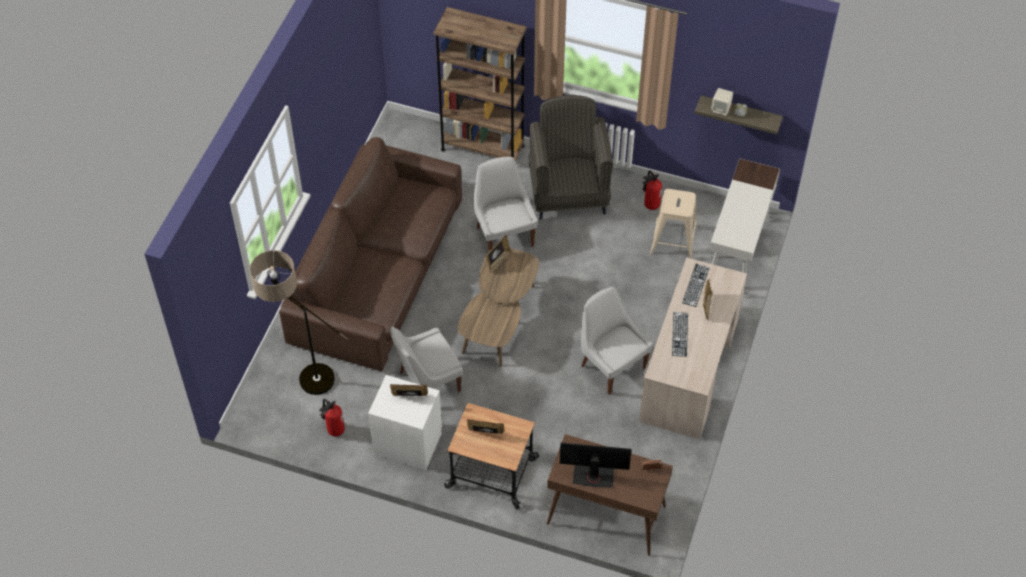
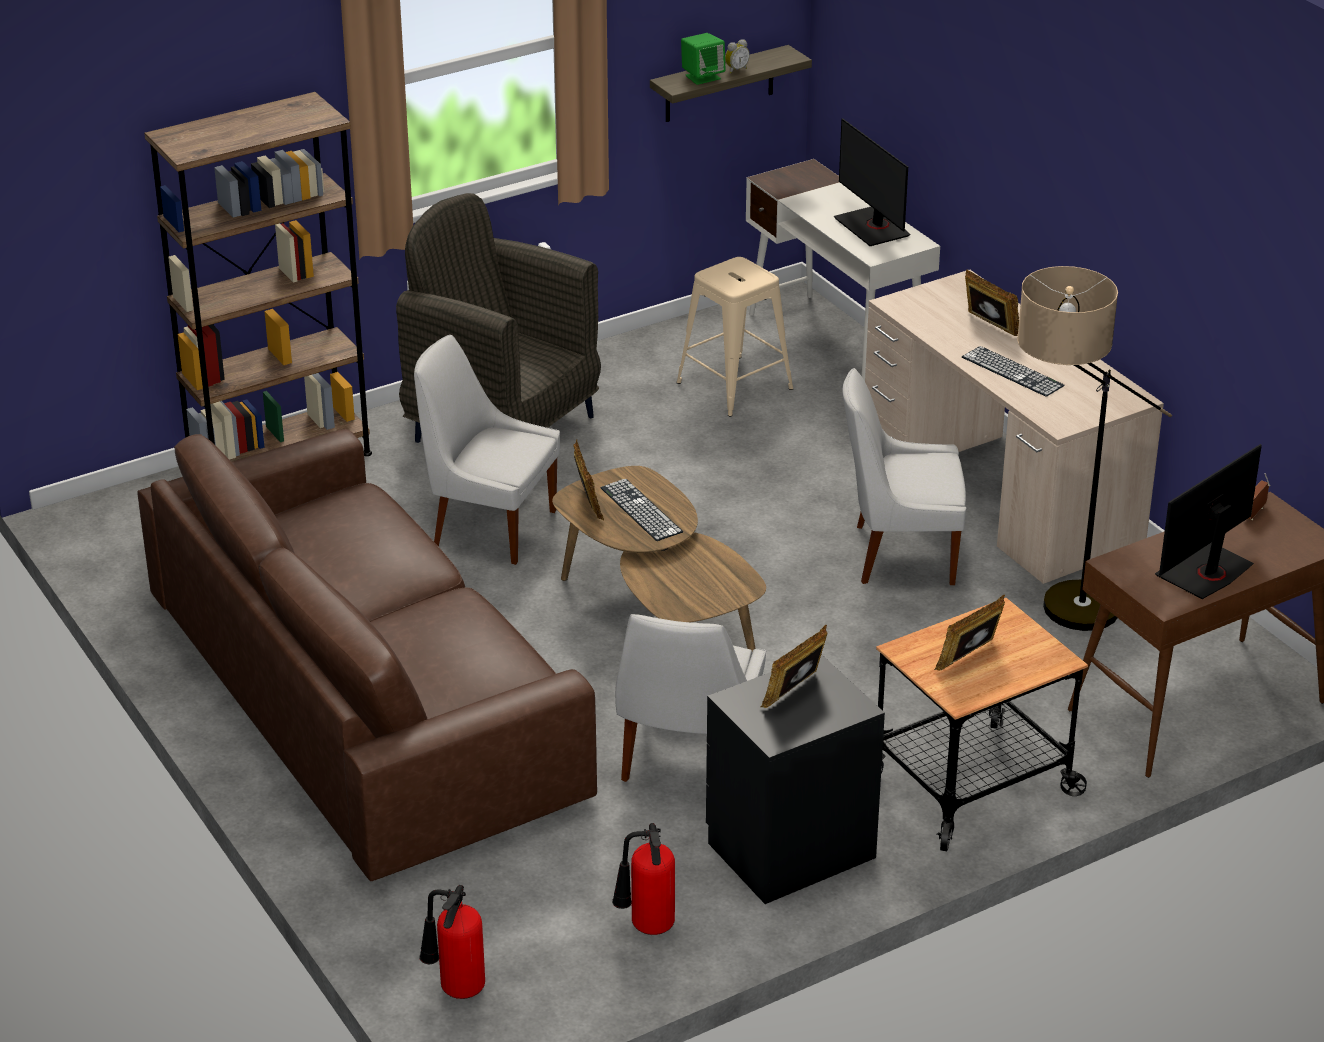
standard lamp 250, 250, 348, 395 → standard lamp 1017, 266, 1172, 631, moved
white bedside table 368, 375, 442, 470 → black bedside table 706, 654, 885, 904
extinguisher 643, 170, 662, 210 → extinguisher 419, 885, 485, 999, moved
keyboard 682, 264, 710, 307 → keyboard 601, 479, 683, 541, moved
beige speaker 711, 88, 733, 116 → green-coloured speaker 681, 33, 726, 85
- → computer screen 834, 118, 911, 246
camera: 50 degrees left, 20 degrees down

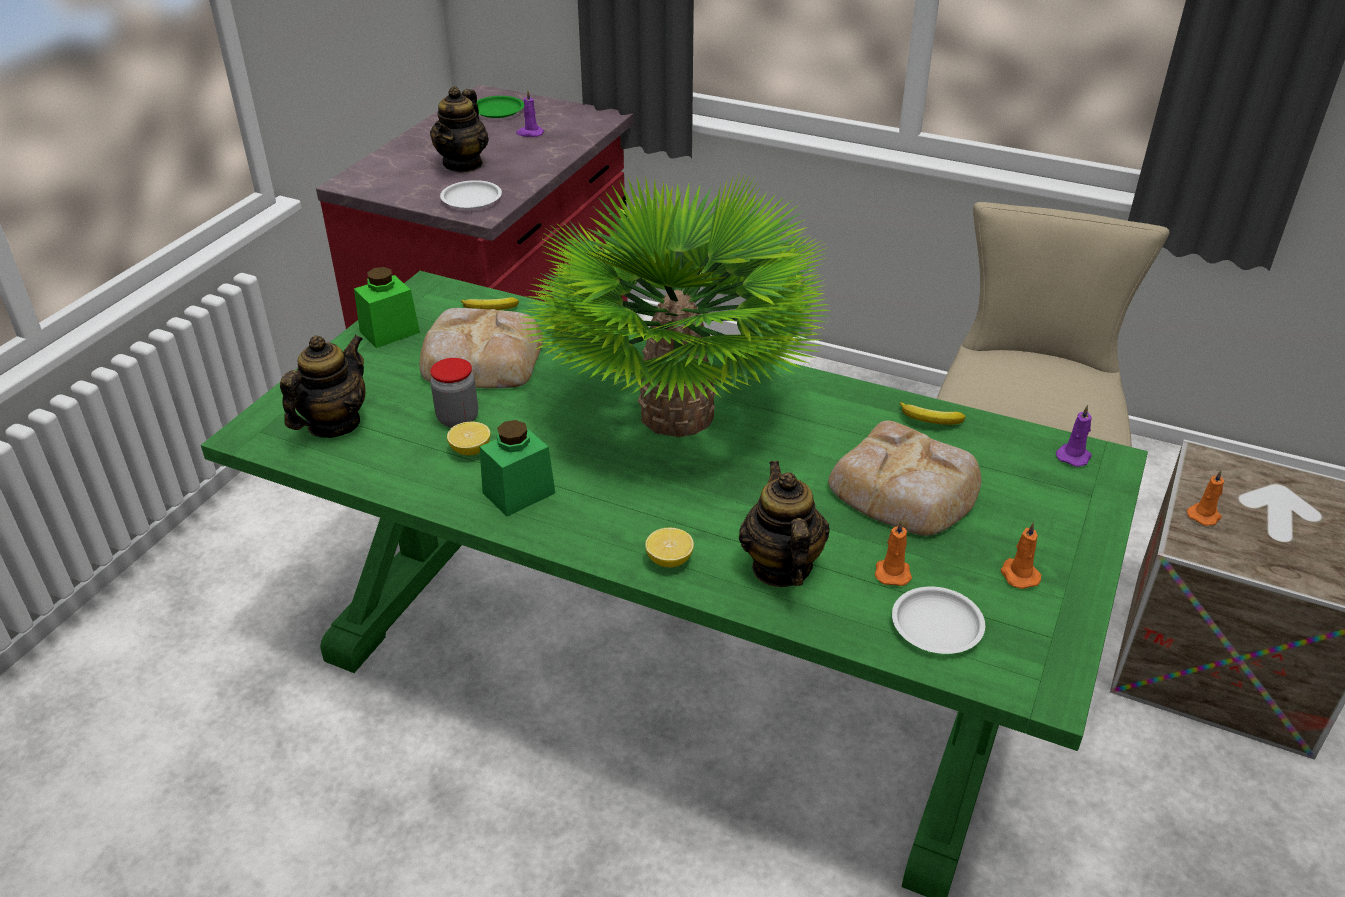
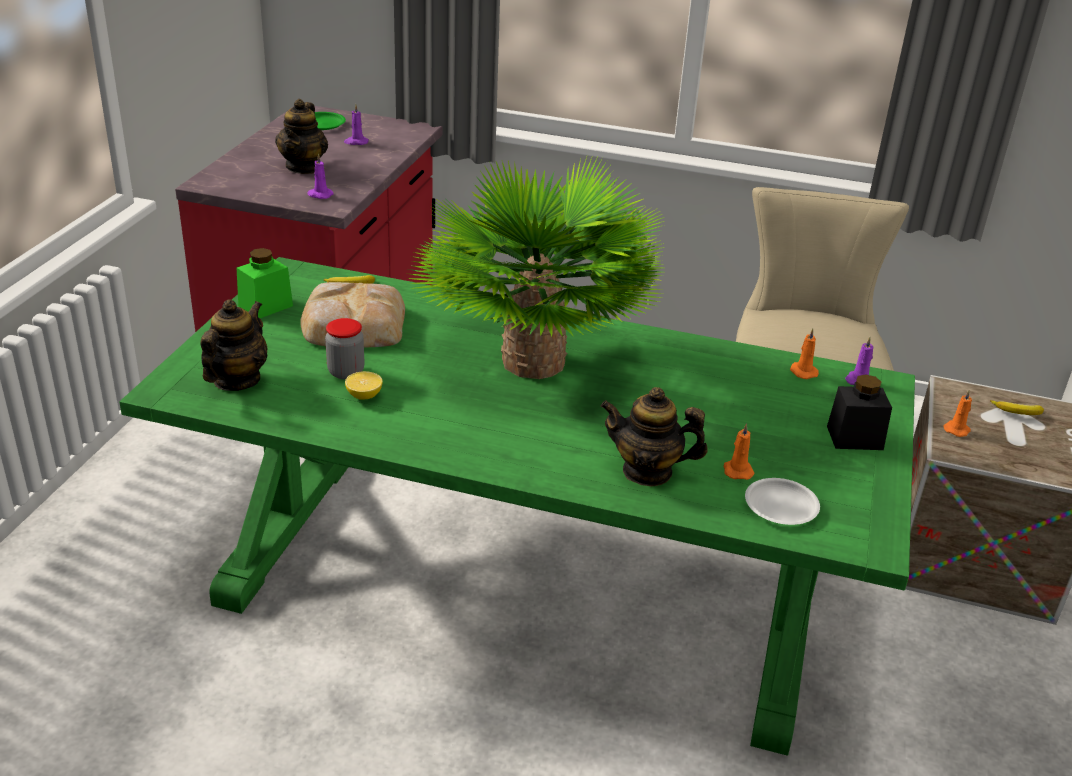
white dinner plate 440, 180, 502, 209 → purple wax candle 307, 153, 334, 199
green-coloured storage jar 480, 420, 555, 517 → -
lemon 645, 528, 694, 568 → -
teapot 739, 461, 830, 587 → teapot 600, 387, 708, 486, 60 degrees counterclockwise
bakery bread 828, 420, 982, 536 → -
banana 900, 402, 965, 425 → banana 990, 400, 1044, 415, moved
orange wax candle 1001, 522, 1041, 589 → orange wax candle 790, 328, 819, 379, moved
- → black storage jar 827, 374, 892, 450
camera: 10 degrees left, 5 degrees down

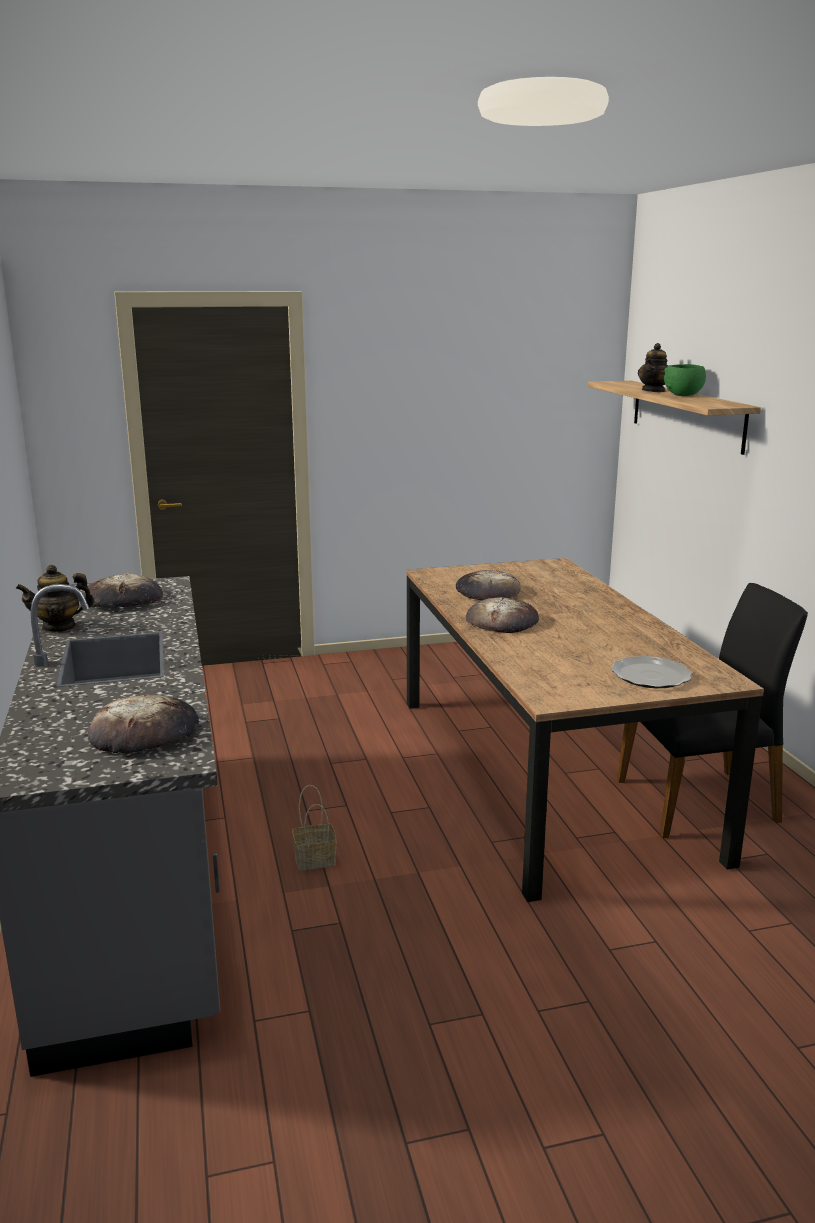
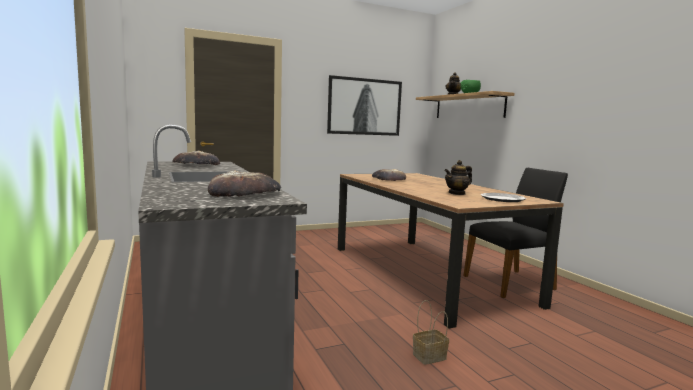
teapot 16, 565, 94, 633 → teapot 444, 160, 472, 195, moved
household basket 292, 785, 337, 871 → household basket 413, 300, 449, 365, moved
bakery bread 466, 597, 539, 633 → -
- → wall art 327, 75, 402, 136
camera: 10 degrees left, 10 degrees down

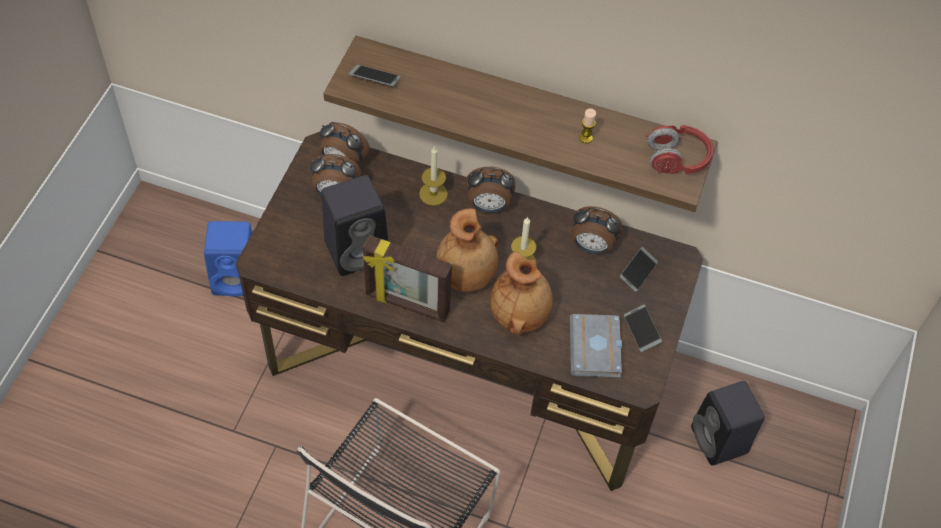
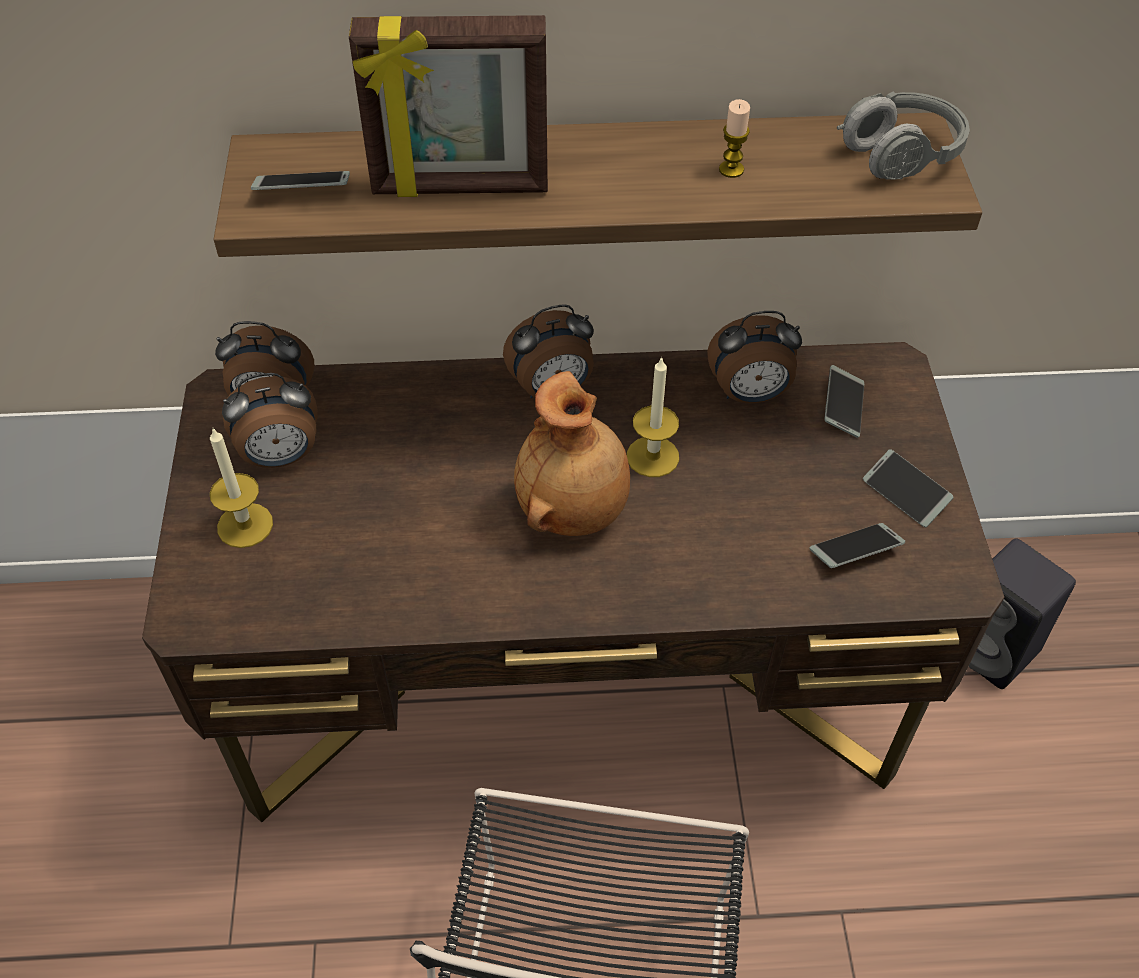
blue speaker 204, 221, 252, 296 → -
black speaker 321, 175, 388, 276 → -
standing frame 363, 235, 452, 323 → standing frame 349, 15, 548, 197, moved
wax candle 419, 146, 448, 206 → wax candle 210, 428, 273, 548, moved
brownish vase 490, 251, 553, 335 → -
greyish bound book 570, 314, 622, 378 → phone 810, 523, 905, 568
reddish headphones 645, 125, 713, 174 → greyish headphones 837, 92, 970, 180
camera: 20 degrees left, 5 degrees down

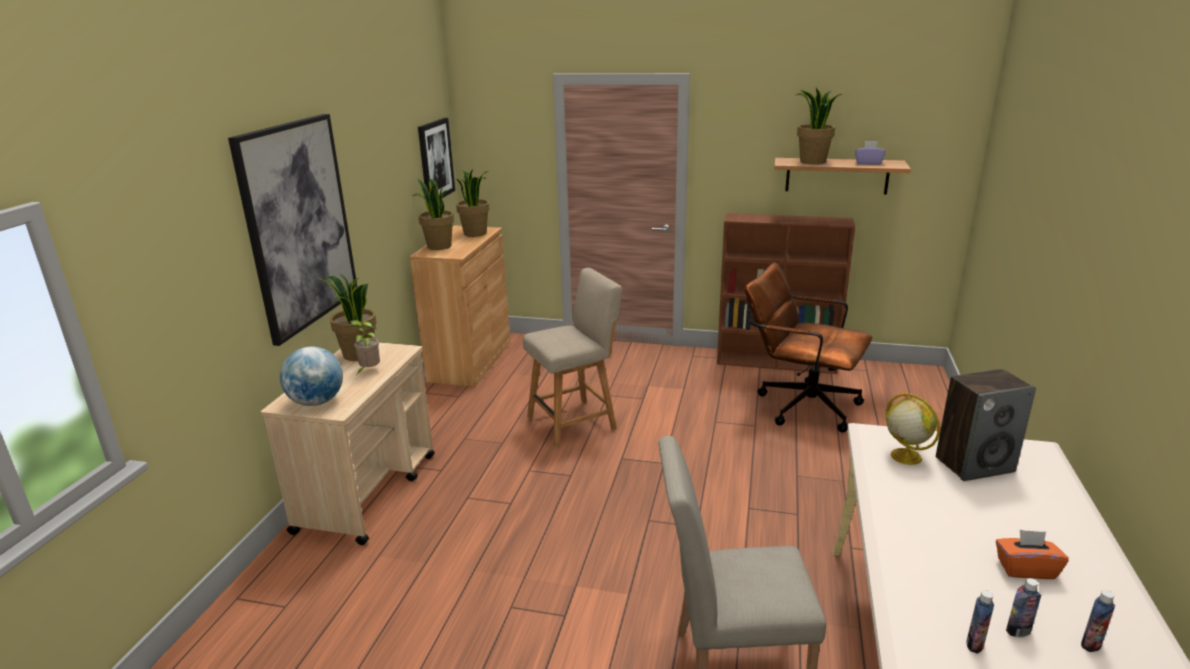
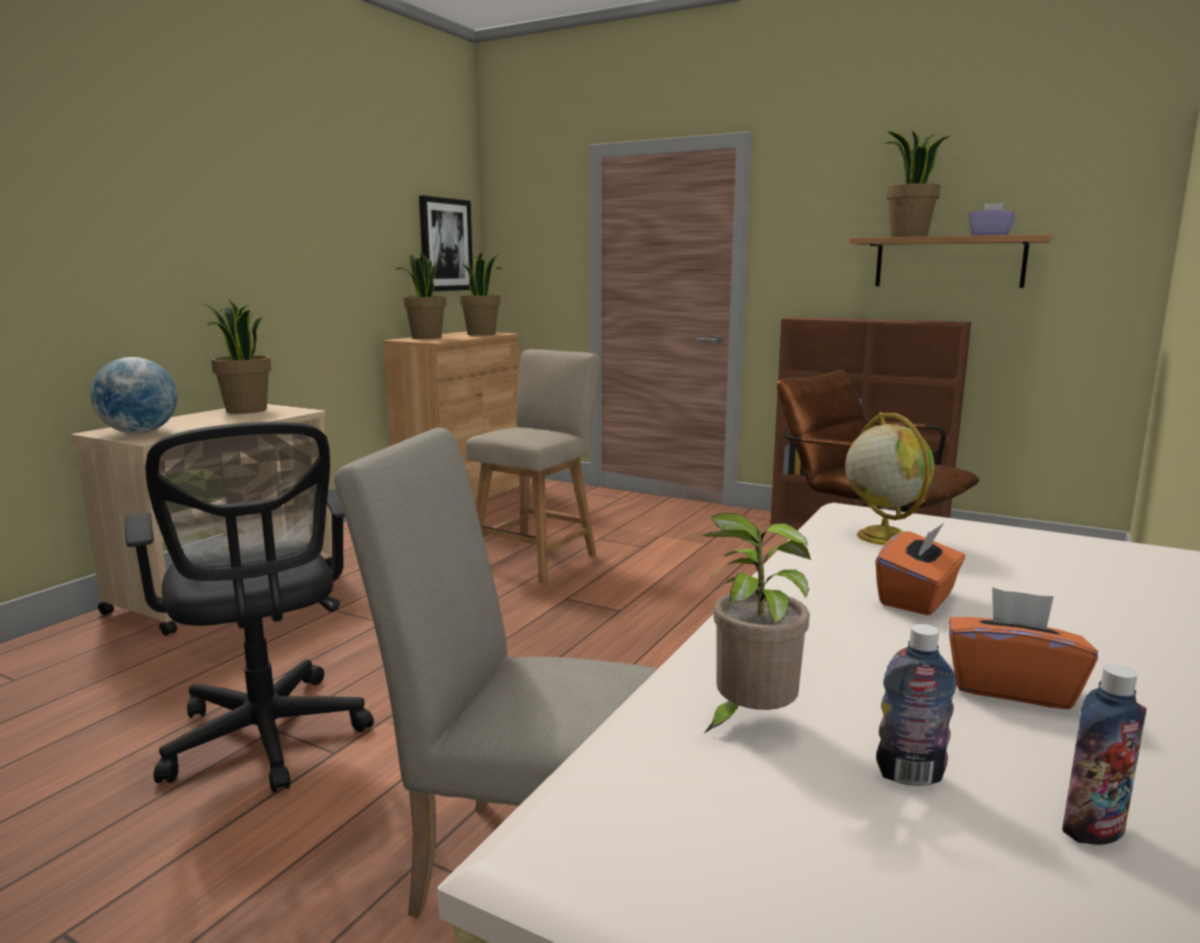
wall art 228, 114, 357, 346 → -
houseplant 348, 320, 380, 374 → houseplant 701, 513, 811, 733, moved
beige plain chair 523, 268, 622, 448 → beige plain chair 466, 349, 600, 583, 45 degrees counterclockwise
speaker 936, 369, 1036, 481 → -
beverage bottle 966, 590, 994, 654 → -
- → black office chair 125, 422, 374, 793
- → orange tissue box 876, 523, 965, 615
camera: 15 degrees right, 10 degrees down

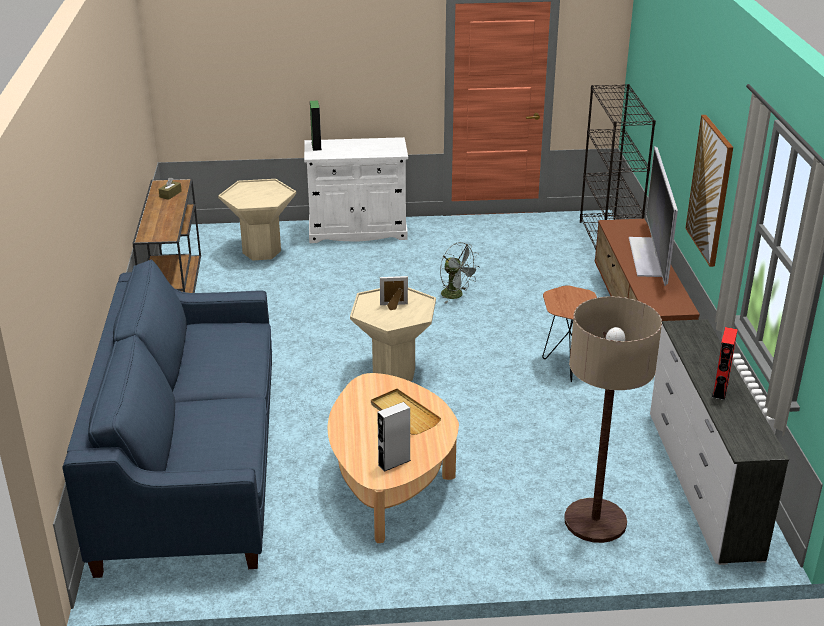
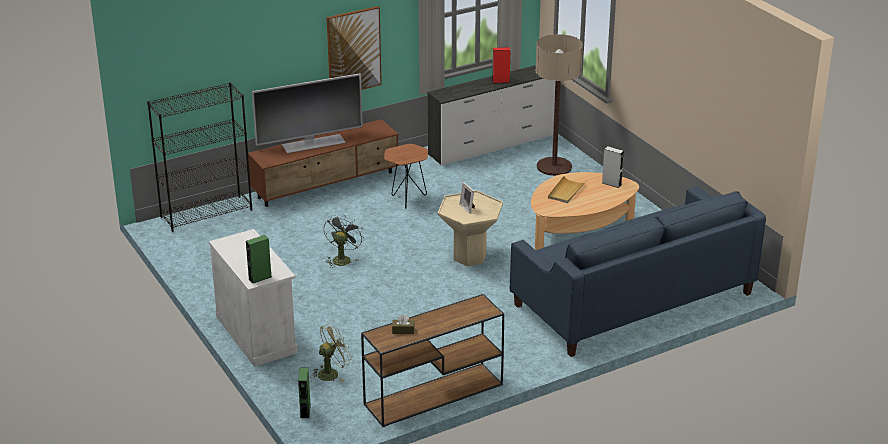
beige accent table 218, 179, 296, 261 → green-coloured electric fan 311, 323, 352, 382
- → green-coloured speaker 298, 368, 311, 418
camera: 115 degrees left, 0 degrees up

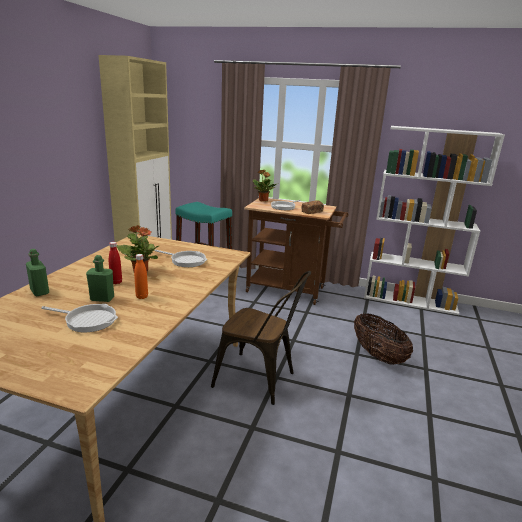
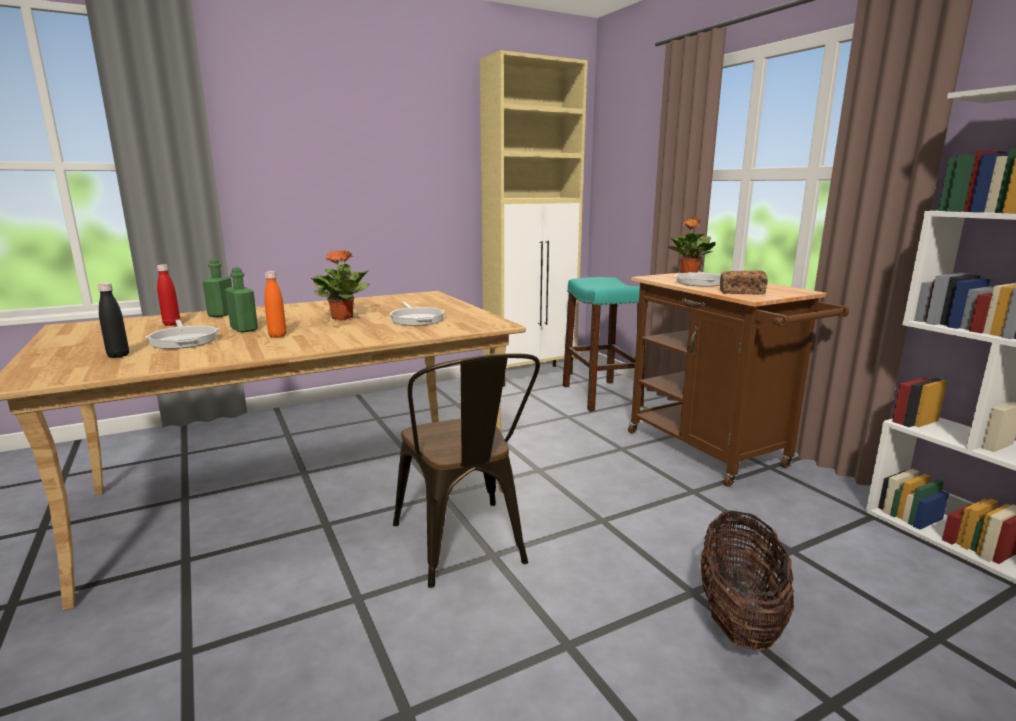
reddish beverage bottle 109, 242, 122, 284 → reddish beverage bottle 157, 264, 180, 326, moved
- → black beverage bottle 98, 283, 129, 358
camera: 45 degrees right, 5 degrees down

